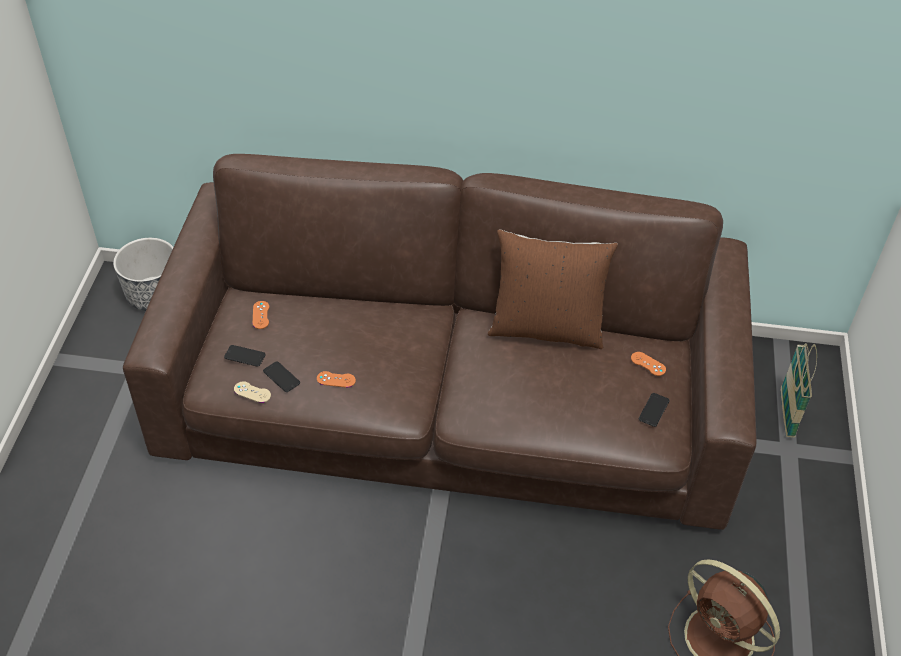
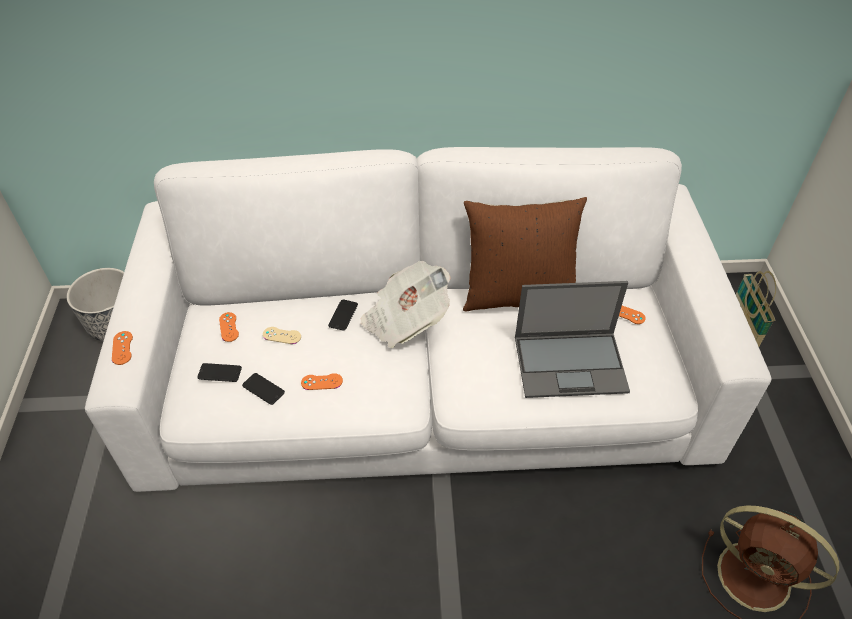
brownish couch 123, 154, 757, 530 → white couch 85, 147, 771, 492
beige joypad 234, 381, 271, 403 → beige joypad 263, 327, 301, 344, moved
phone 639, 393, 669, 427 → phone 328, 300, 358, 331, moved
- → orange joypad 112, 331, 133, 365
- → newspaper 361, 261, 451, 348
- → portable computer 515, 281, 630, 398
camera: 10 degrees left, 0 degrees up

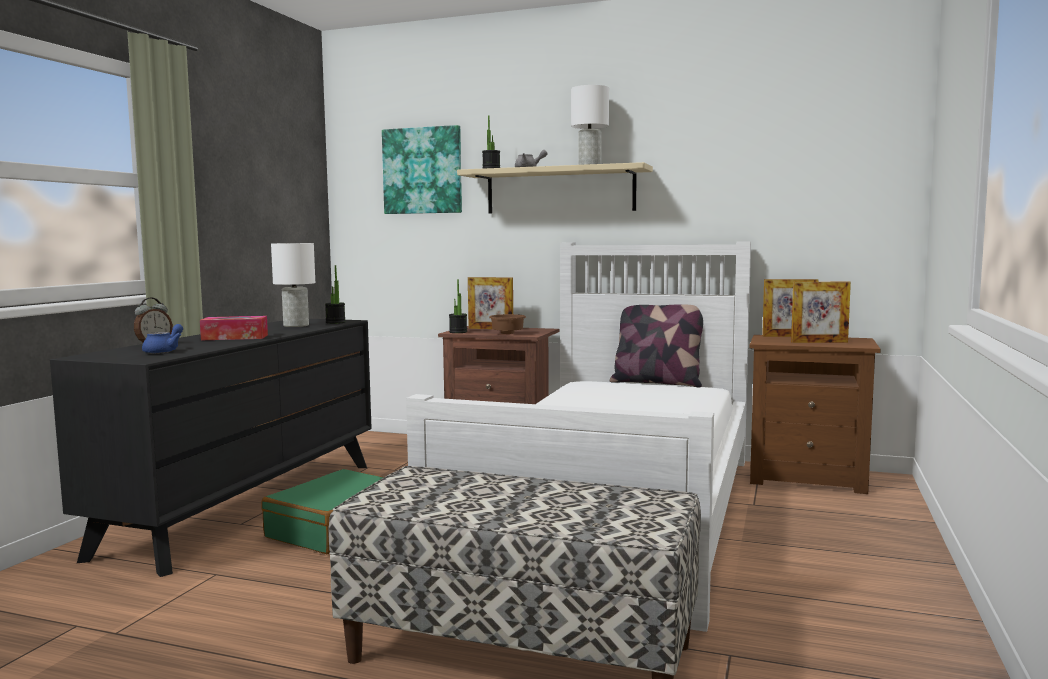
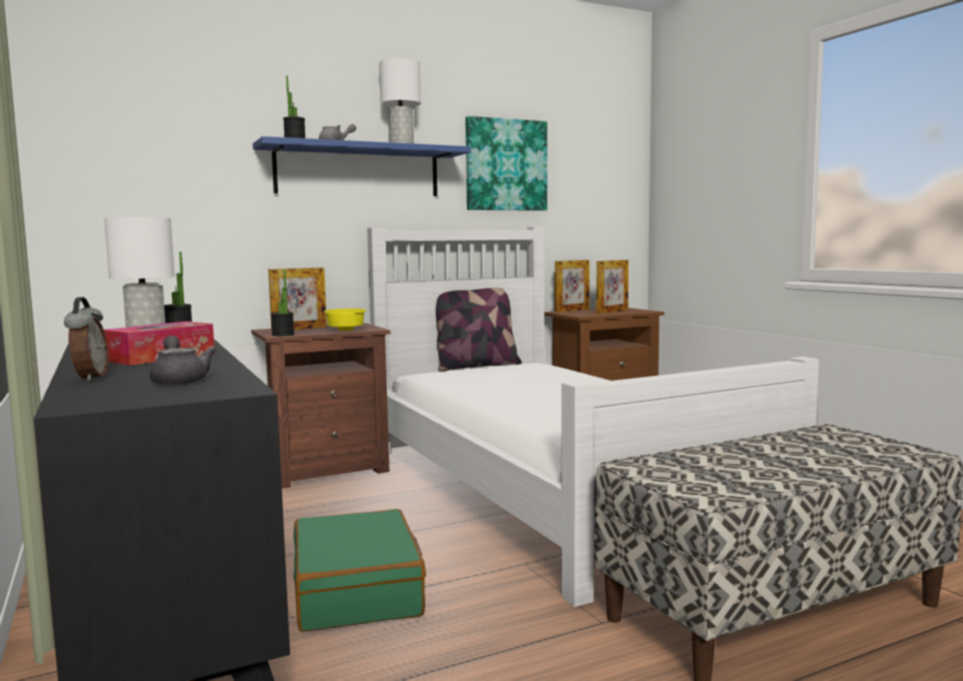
blue teapot 142, 324, 183, 354 → greyish teapot 150, 335, 216, 385
wall art 382, 125, 462, 214 → wall art 465, 116, 547, 211, moved
beige wall shelf 457, 162, 653, 214 → blue wall shelf 253, 136, 471, 196
brownish deep dish 489, 314, 526, 334 → yellowish deep dish 324, 308, 367, 331
camera: 45 degrees left, 0 degrees up

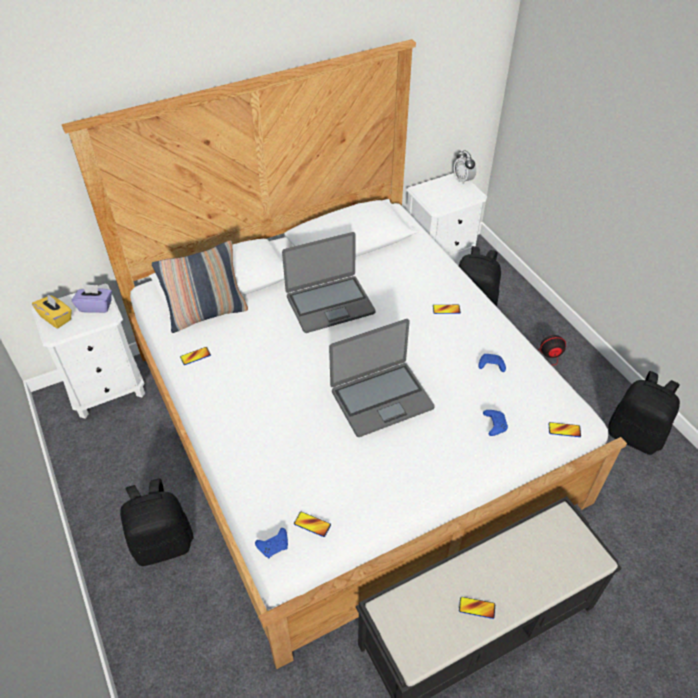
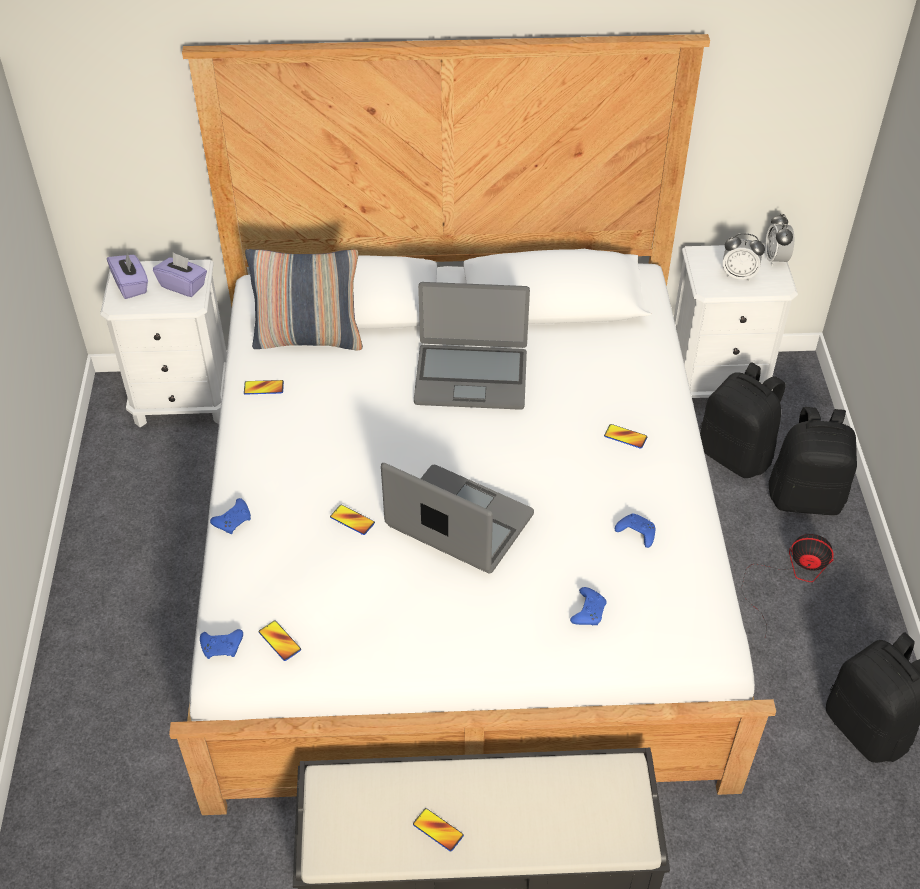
yellowish tissue box 32, 293, 72, 328 → purple tissue box 107, 252, 148, 299
black backpack 120, 479, 193, 566 → black backpack 769, 407, 857, 515, moved
portable computer 329, 319, 435, 437 → portable computer 381, 463, 534, 573, 150 degrees counterclockwise
phone 549, 422, 581, 437 → phone 330, 505, 375, 535, moved
- → blue joypad 210, 498, 251, 534
- → table clock 723, 233, 765, 281
camera: 25 degrees right, 0 degrees up

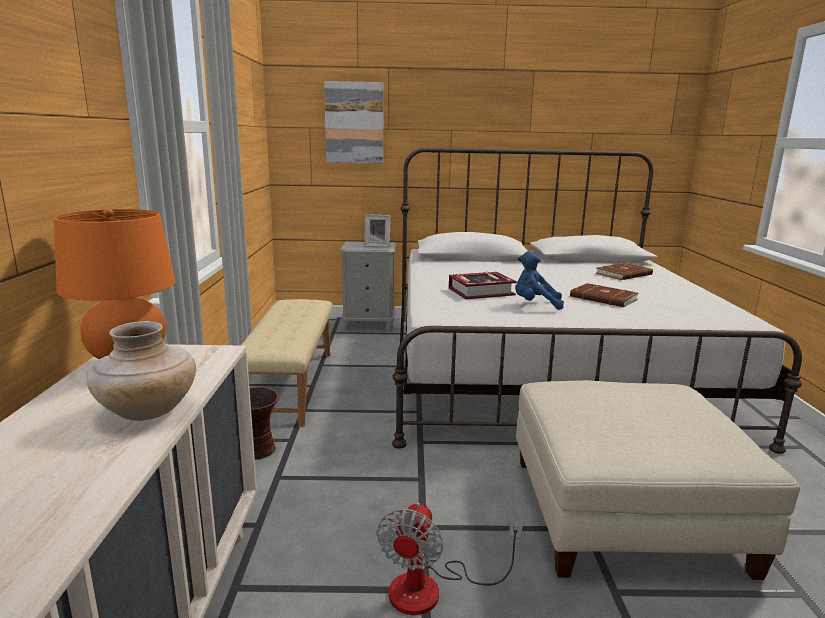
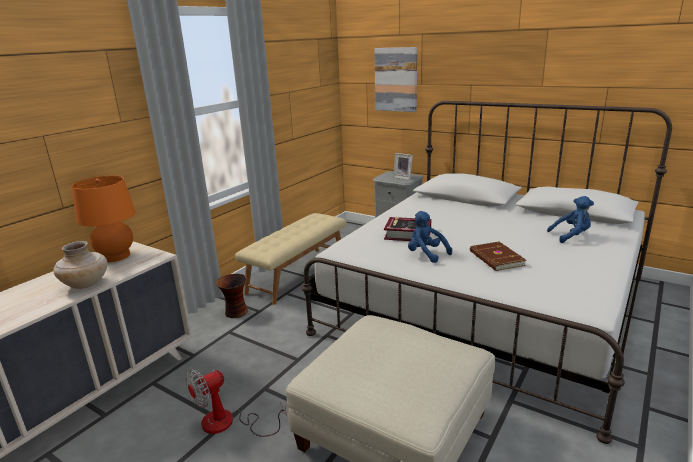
brownish bound book 596, 263, 653, 280 → blue soft toy 547, 196, 594, 243
camera: 35 degrees right, 5 degrees up

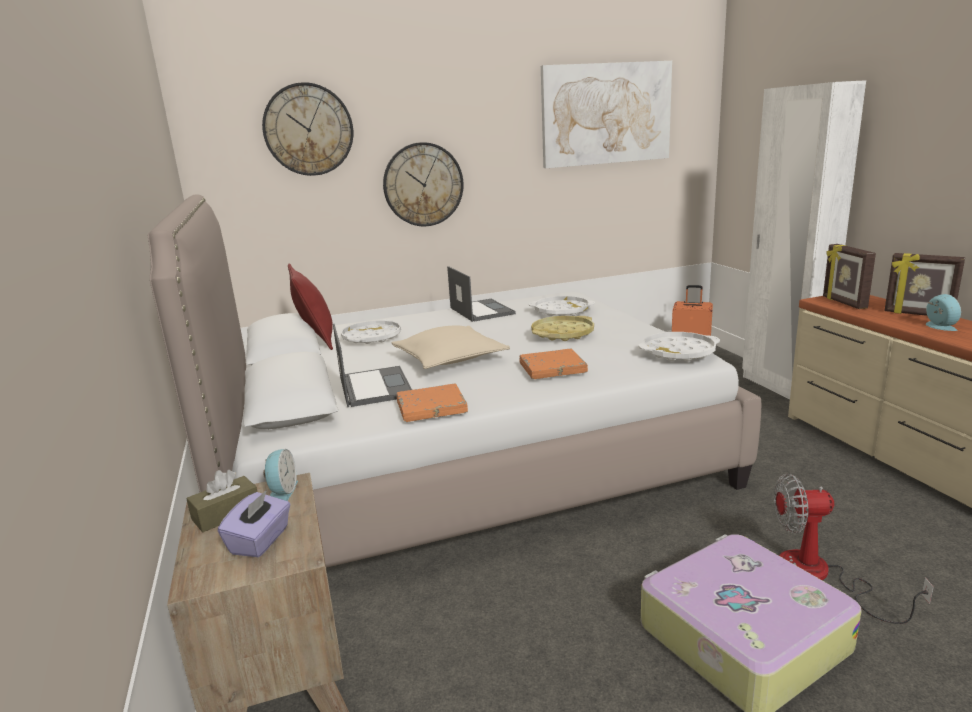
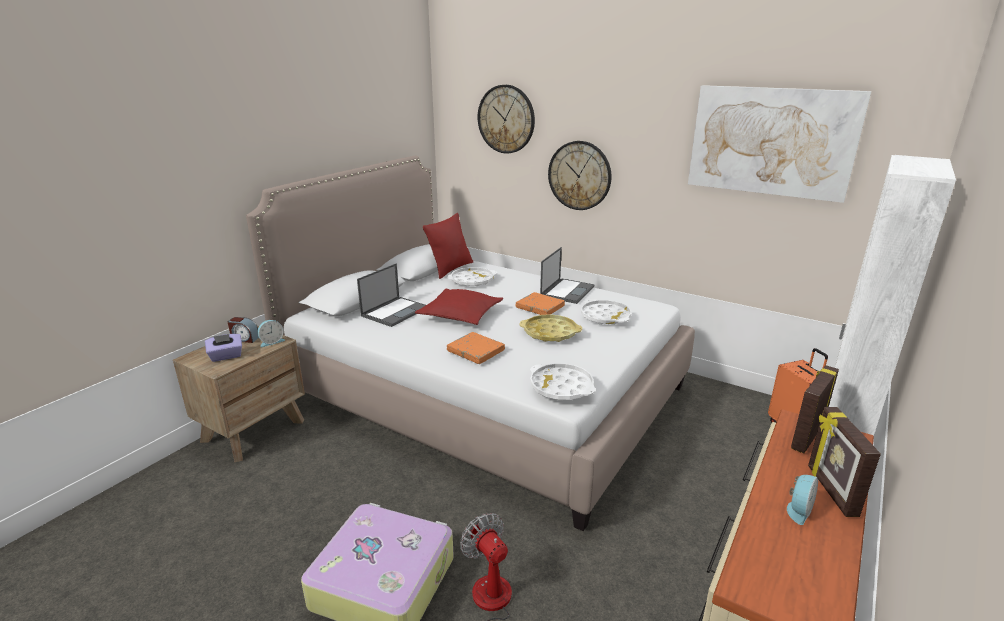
brownish tissue box 186, 470, 257, 532 → table clock 228, 317, 259, 343
beige throw pillow 391, 326, 510, 369 → reddish throw pillow 415, 288, 503, 325
orange bound book 397, 384, 468, 422 → orange bound book 516, 292, 565, 315, moved
camera: 50 degrees right, 5 degrees up

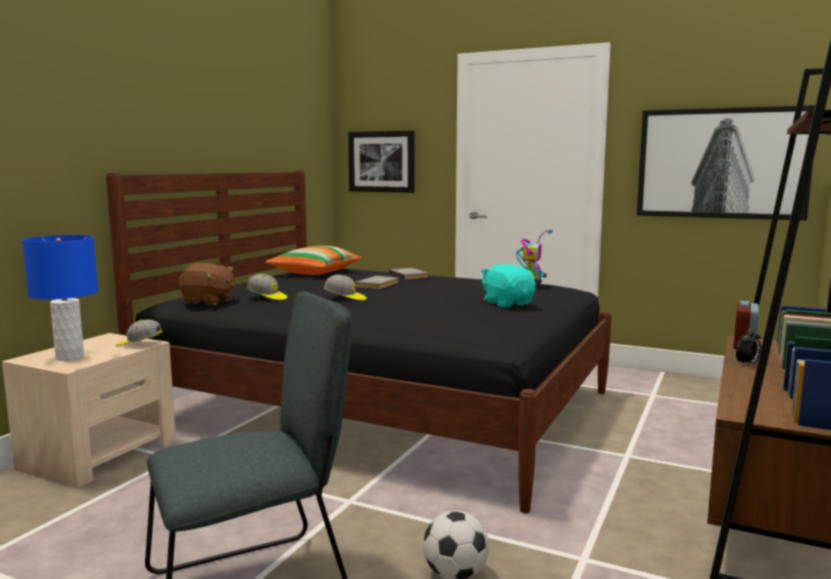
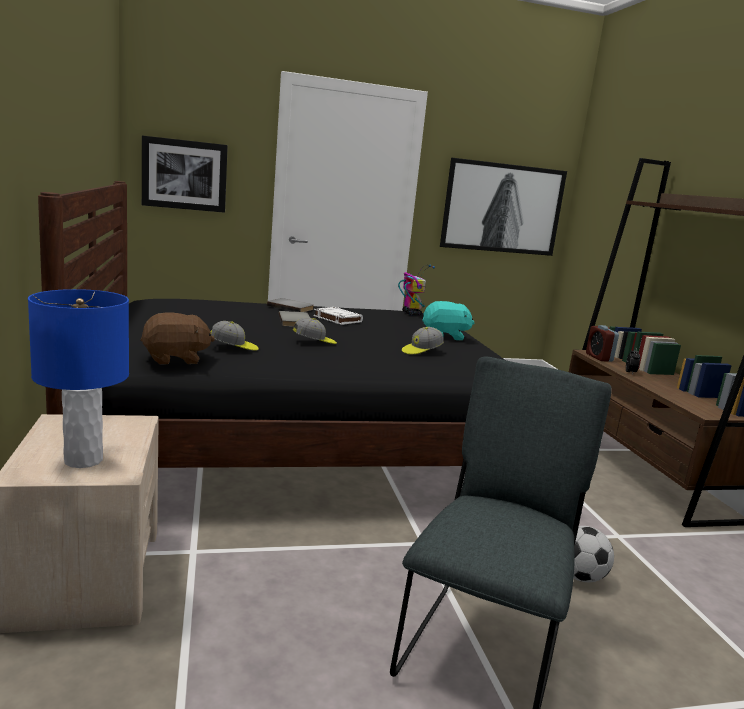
peaked cap 115, 319, 163, 346 → peaked cap 402, 327, 444, 354, moved
throw pillow 265, 246, 362, 275 → -
turquoise-coloured soft toy 481, 264, 536, 308 → turquoise-coloured soft toy 422, 301, 474, 341, 150 degrees clockwise
- → white bound book 314, 307, 363, 325
camera: 40 degrees left, 5 degrees up

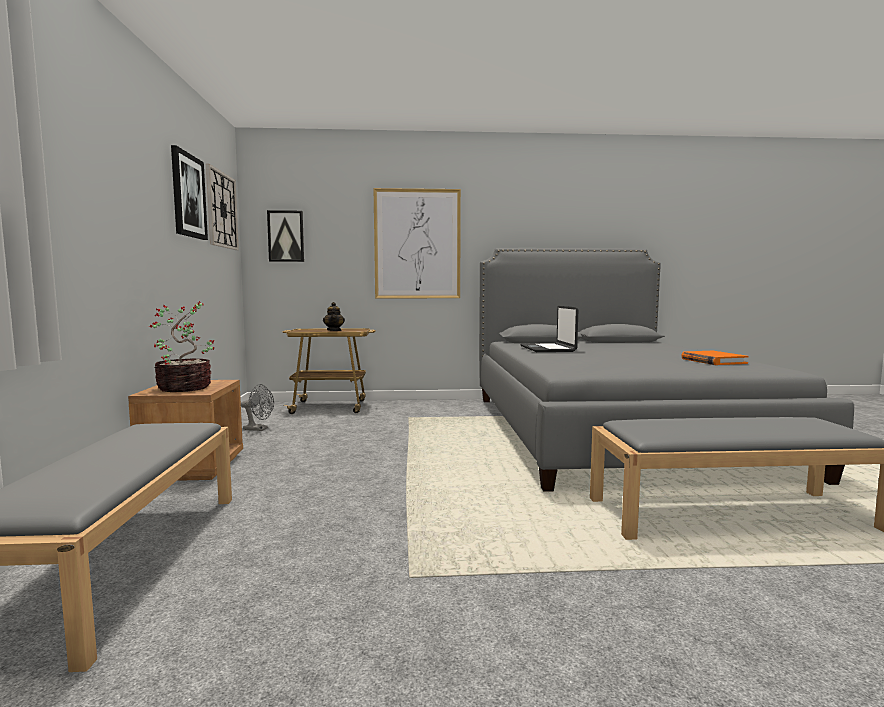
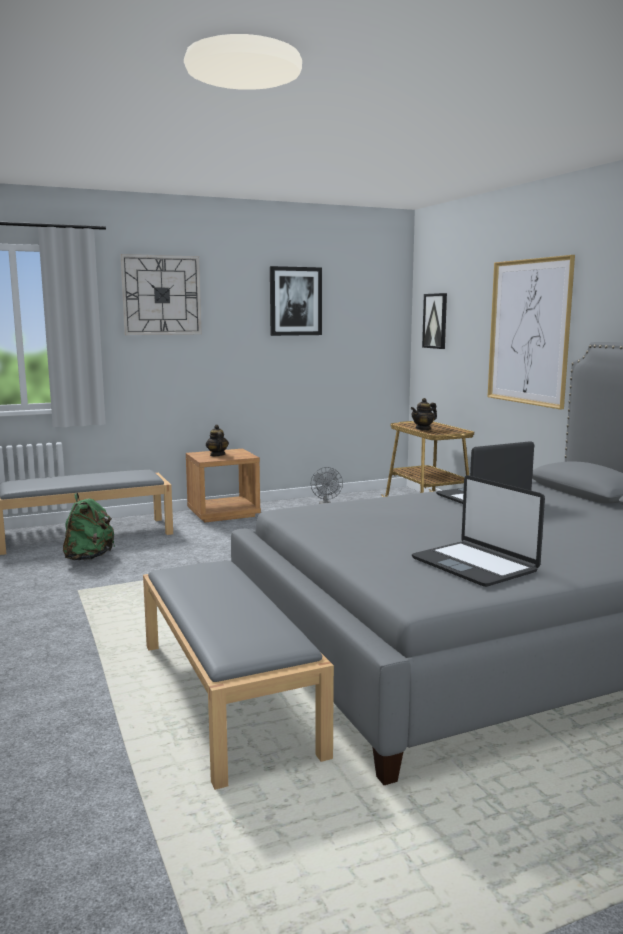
houseplant 148, 301, 214, 392 → teapot 206, 424, 229, 456
wall clock 206, 164, 239, 250 → wall clock 120, 254, 202, 335, moved
orange bound book 681, 351, 749, 365 → portable computer 412, 475, 545, 587
- → green-coloured backpack 63, 493, 115, 561
camera: 70 degrees right, 5 degrees up

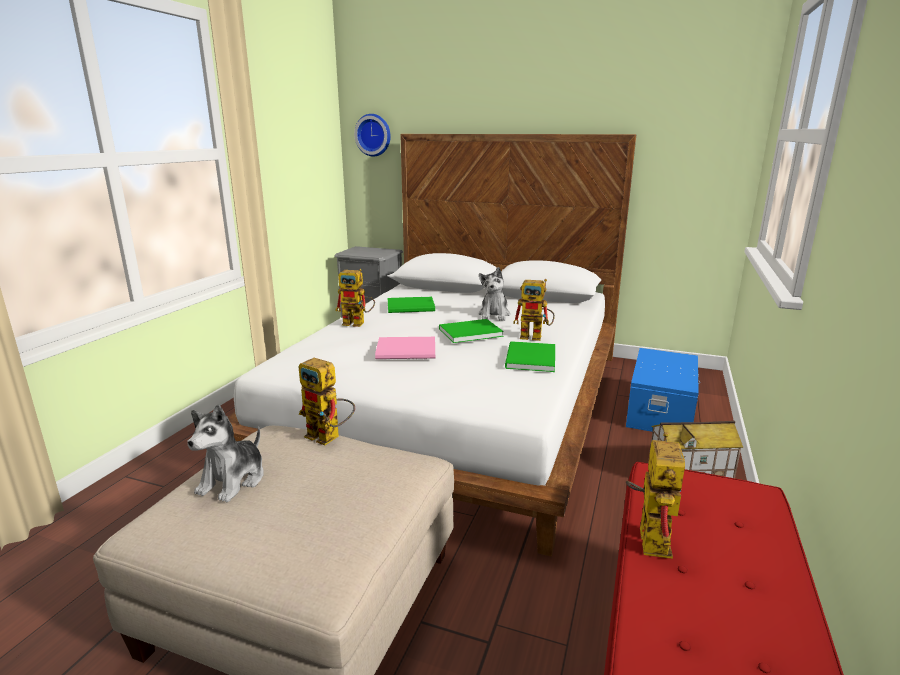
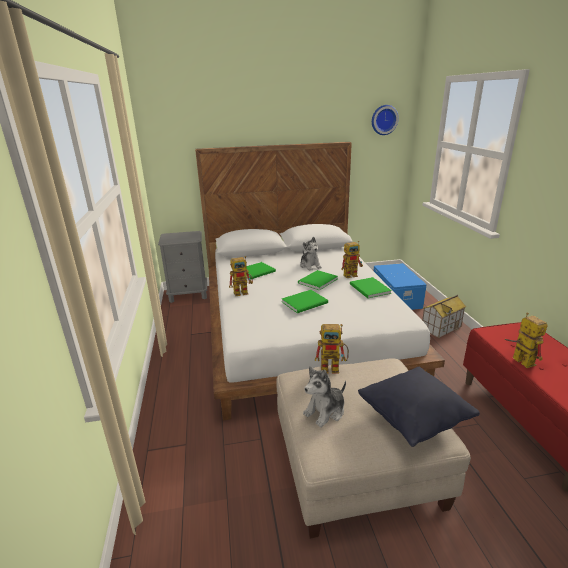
soft toy 187, 404, 264, 502 → soft toy 303, 366, 346, 427, 60 degrees clockwise
wall clock 354, 114, 391, 157 → wall clock 372, 105, 399, 135, moved
pink bound book 375, 337, 435, 359 → green-coloured bound book 282, 290, 328, 313
- → black throw pillow 358, 367, 480, 447
camera: 30 degrees left, 5 degrees up

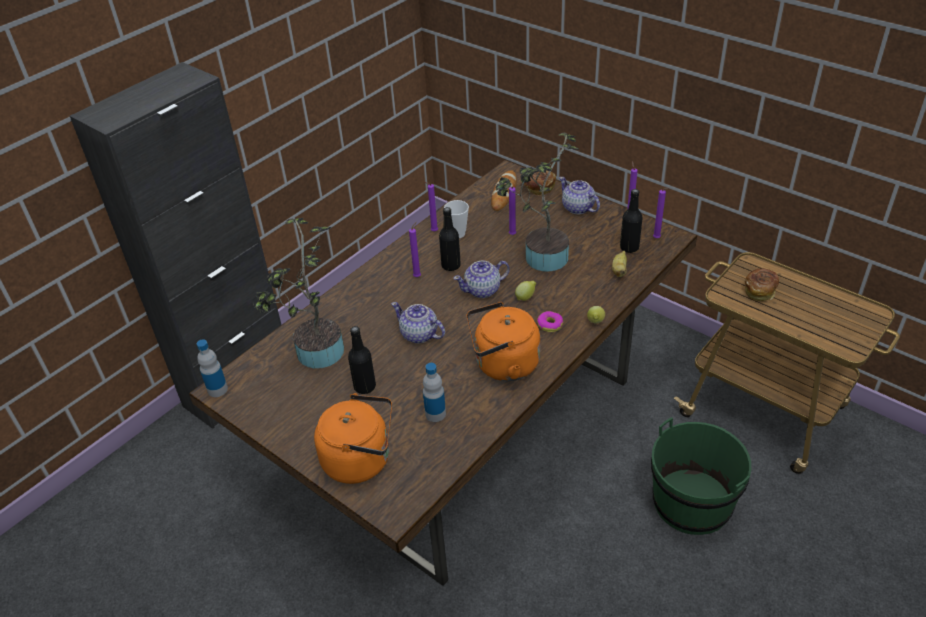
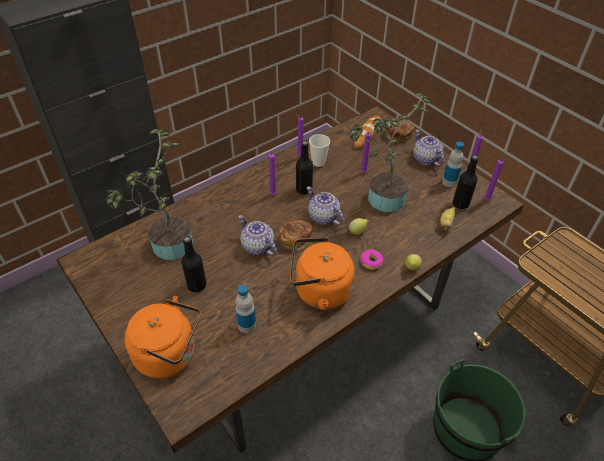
beverage bottle 197, 339, 228, 397 → beverage bottle 442, 142, 464, 187, moved
teapot 453, 261, 510, 298 → teapot 306, 187, 344, 225, 60 degrees clockwise
bakery bread 745, 268, 779, 301 → bakery bread 280, 219, 313, 250, moved
camera: 10 degrees right, 5 degrees up

